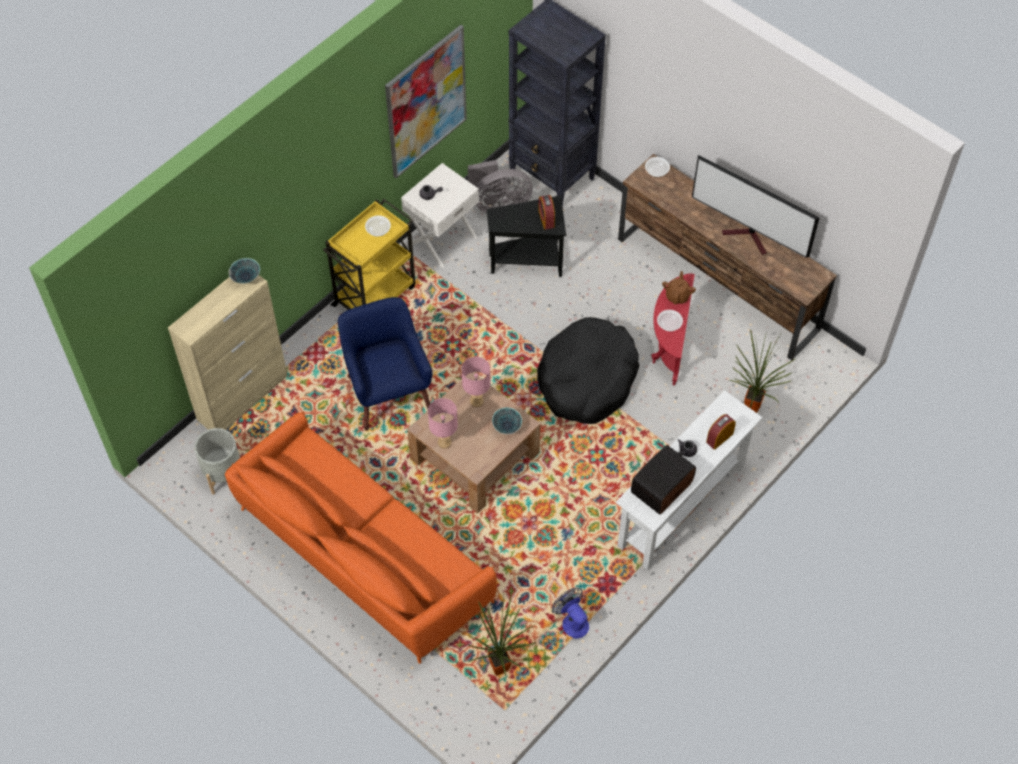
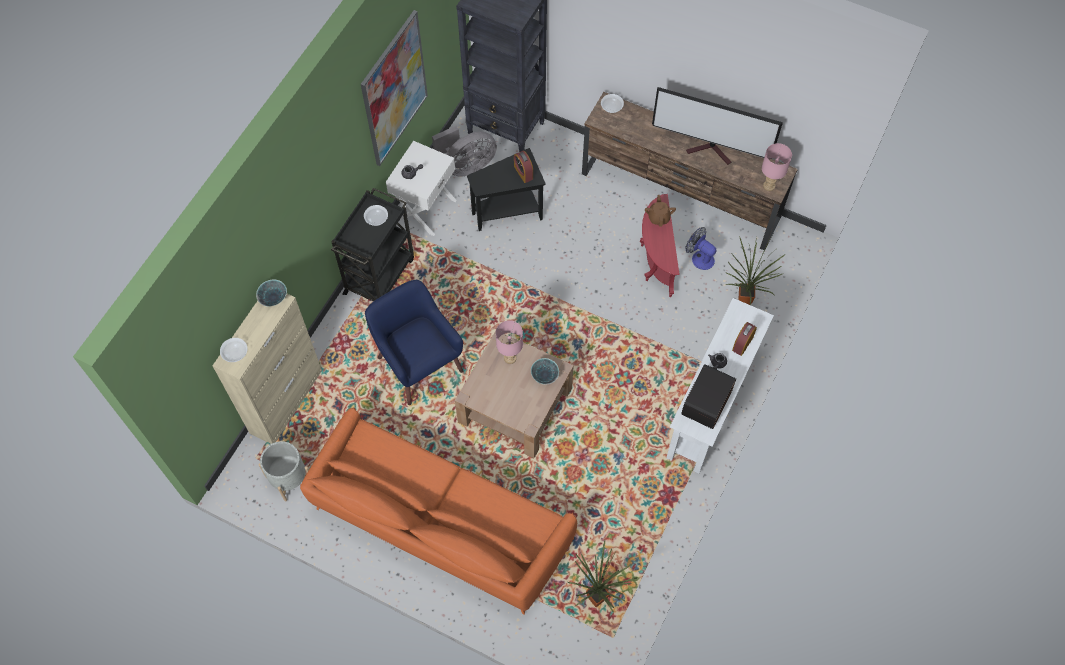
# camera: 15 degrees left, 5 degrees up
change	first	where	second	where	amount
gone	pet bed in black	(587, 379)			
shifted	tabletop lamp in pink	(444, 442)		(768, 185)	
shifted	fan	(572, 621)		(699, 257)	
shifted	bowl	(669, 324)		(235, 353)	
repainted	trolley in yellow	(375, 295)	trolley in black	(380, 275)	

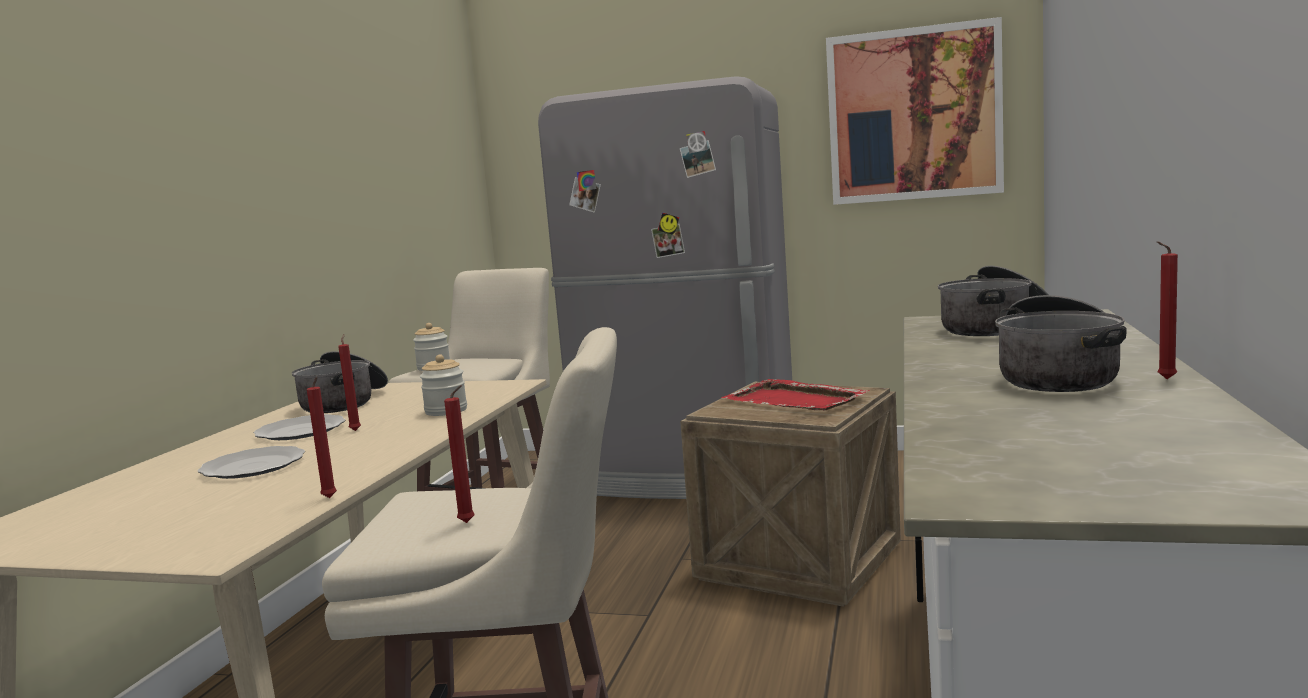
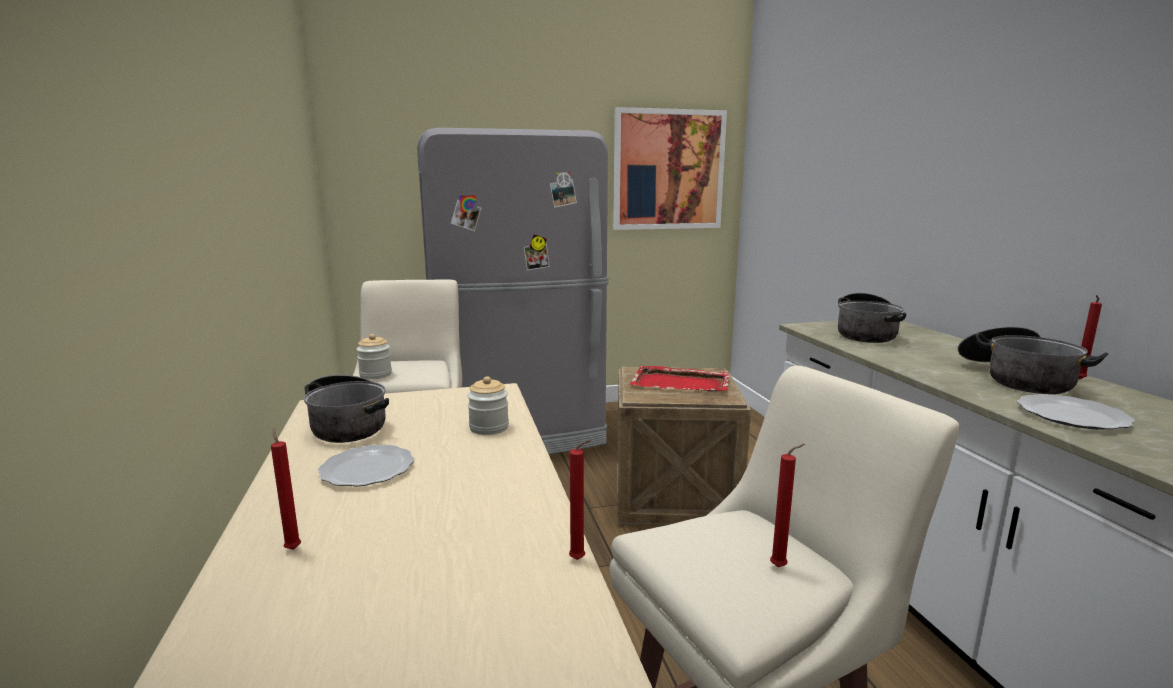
# camera: 30 degrees left, 5 degrees up
change	first	where	second	where	amount
shifted	dinner plate	(255, 466)		(1071, 415)	
shifted	candle in red-coloured	(356, 430)		(293, 548)	

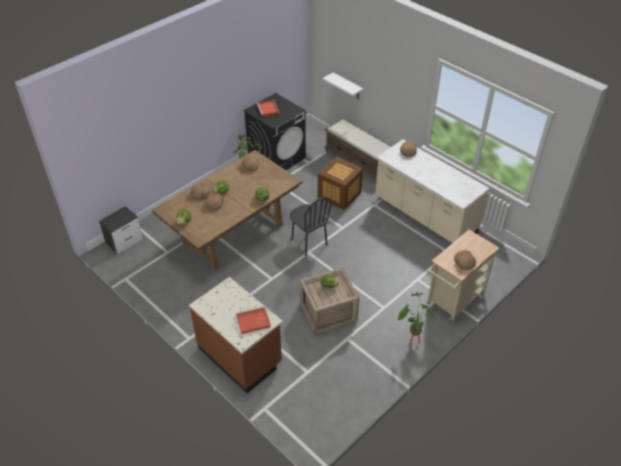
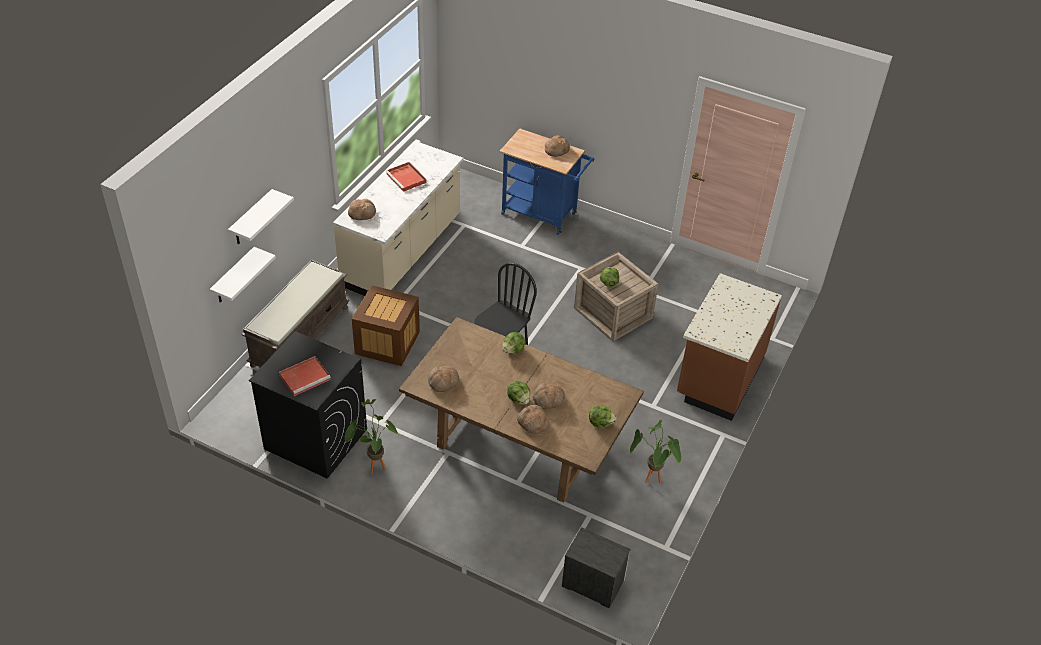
# camera: 110 degrees left, 0 degrees up
change	first	where	second	where	amount
new			bracket shelf in whitish	(251, 218)	
shifted	tray in red-coloured	(252, 321)		(407, 178)	
shifted	plant in a pot	(411, 339)		(651, 482)	
repainted	trolley in sand-coloured	(453, 301)	trolley in blue-coloured	(543, 215)	

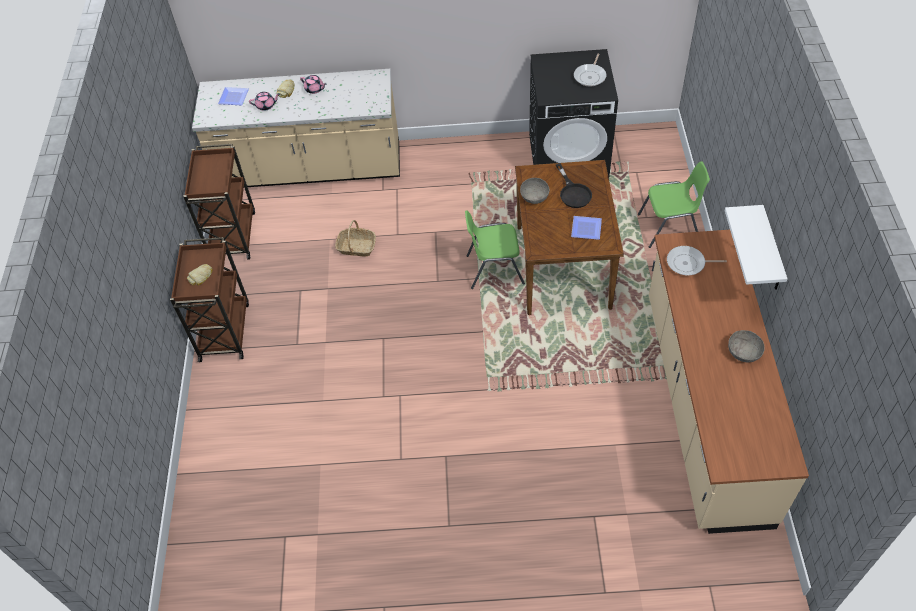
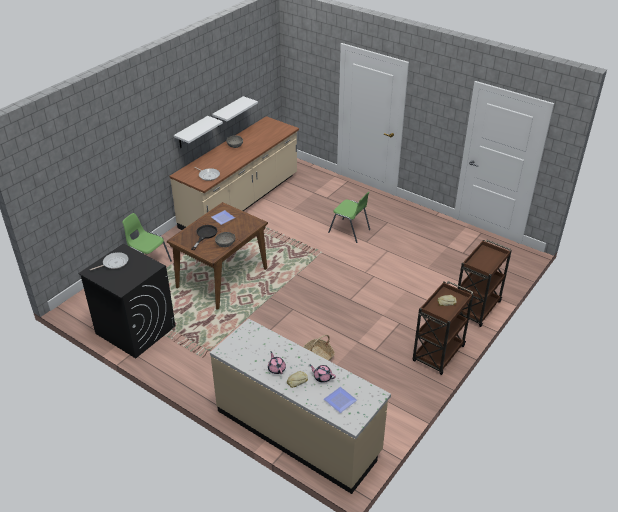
# camera: 145 degrees left, 15 degrees down
change	first	where	second	where	amount
new			bracket shelf in whitish	(228, 112)	
shifted	trolley in brownish	(232, 235)		(476, 309)	
shifted	upright chair in green-coloured	(494, 269)		(350, 231)	

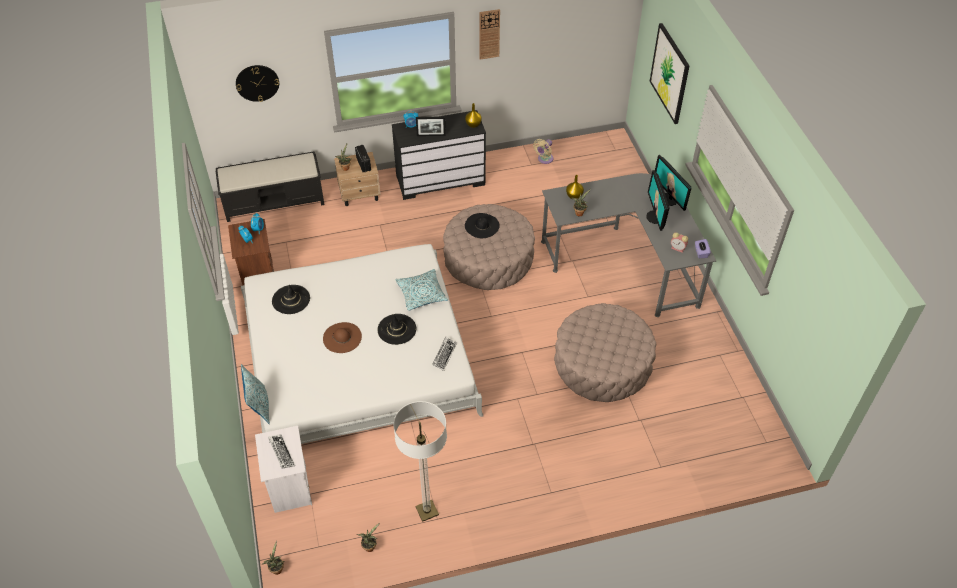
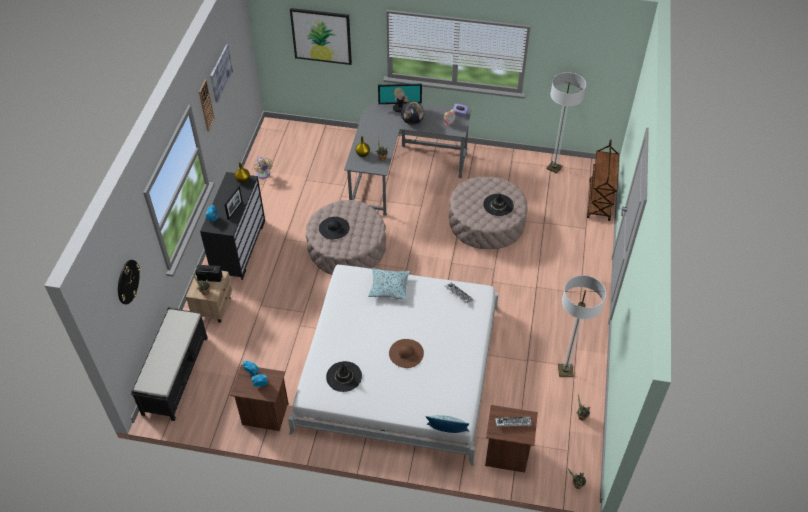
# camera: 65 degrees left, 0 degrees up
change	first	where	second	where	amount
new			picture	(220, 73)	
new			standard lamp	(554, 168)	
new			trolley in brownish	(599, 201)	
shifted	hat in black	(397, 329)		(498, 205)	
swapped	computer display	(655, 217)	world globe	(412, 121)	
repainted	bedside table in whitish	(289, 488)	bedside table in brownish	(506, 455)	

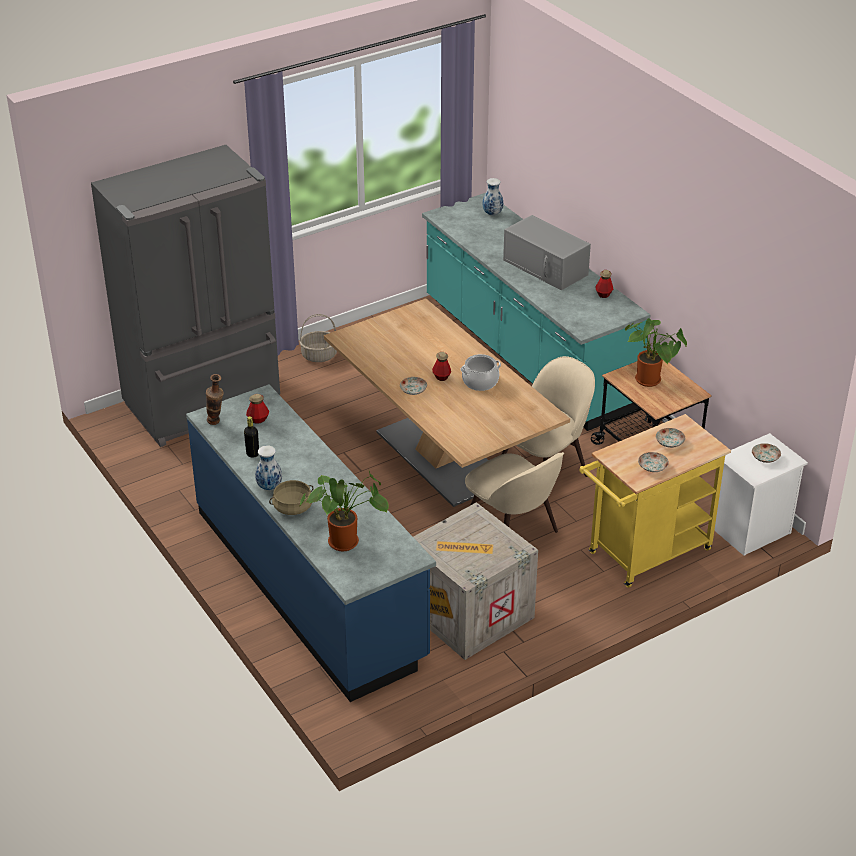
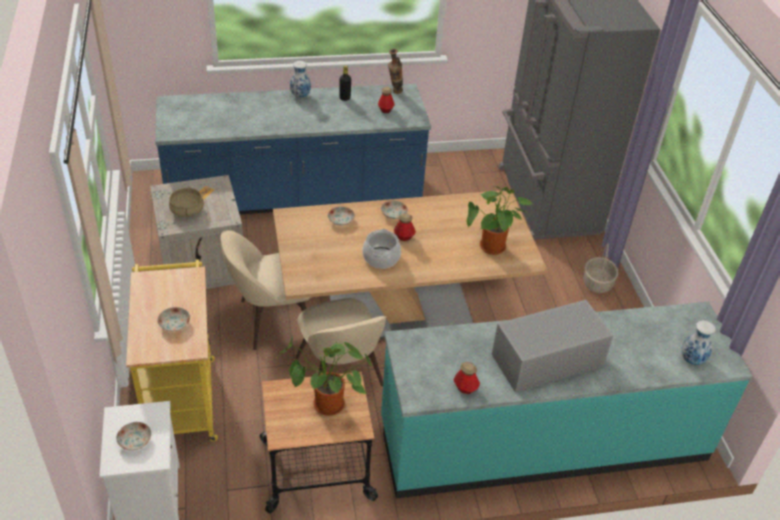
# camera: 110 degrees right, 5 degrees up
change	first	where	second	where	amount
shifted	saucepot in sand-coloured	(293, 507)		(187, 211)	
shifted	plant in a pot	(347, 541)		(492, 249)	
shifted	dinner plate	(652, 467)		(341, 220)	

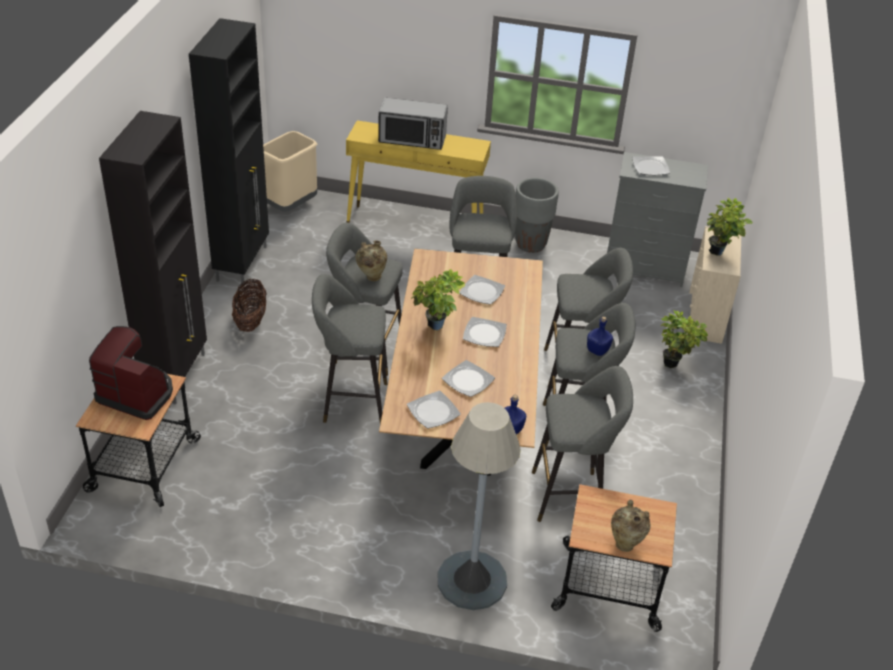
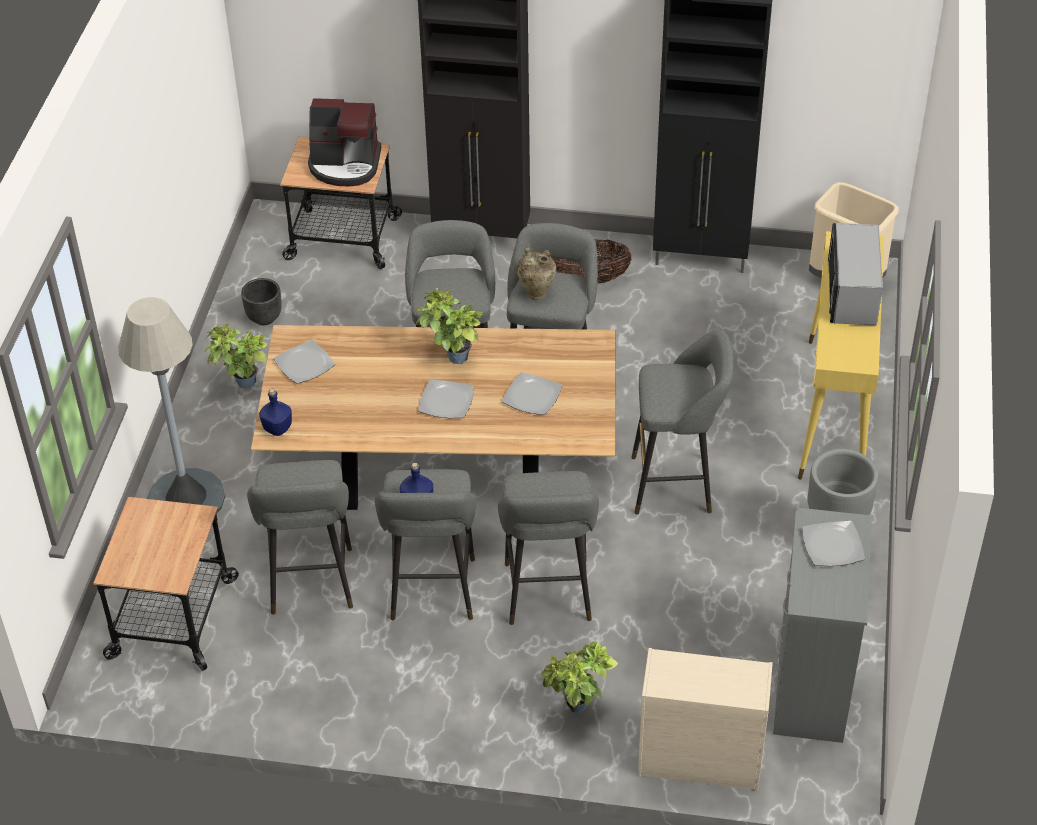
# camera: 90 degrees right, 5 degrees up
change	first	where	second	where	amount
gone	dinner plate	(468, 380)			
gone	vase in sand-coloured	(625, 543)			
new			plant pot in black	(264, 318)	
shifted	plant in a pot	(718, 254)		(241, 385)	
rotated	coffee maker	(137, 394)		(345, 165)	75 degrees clockwise

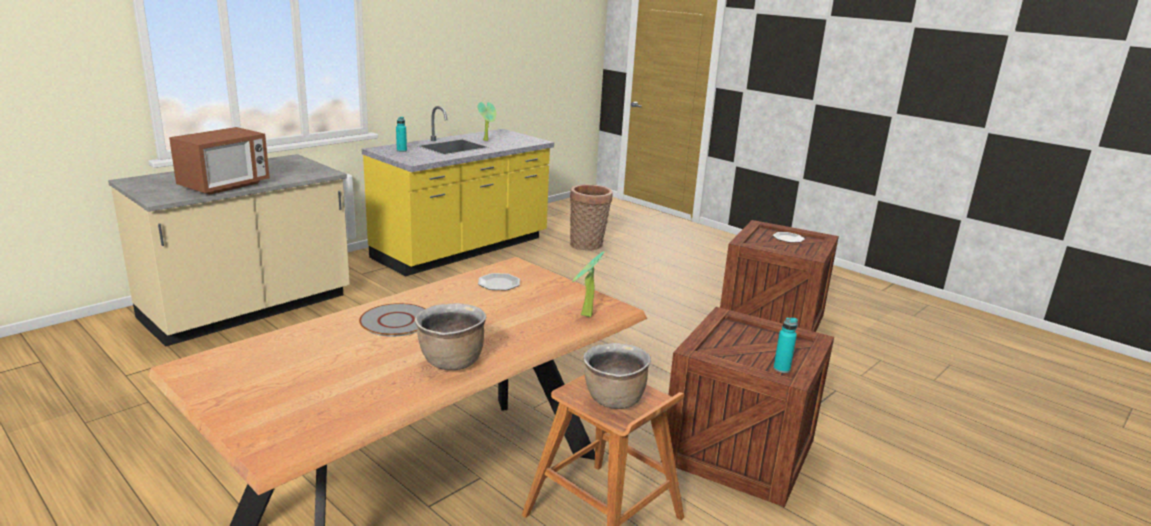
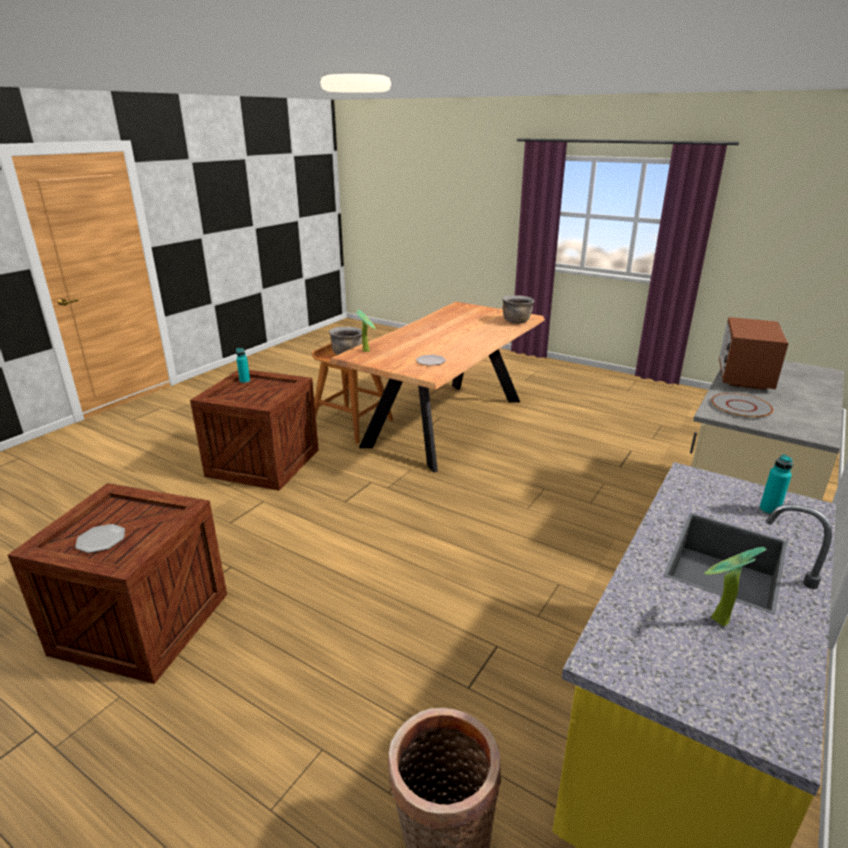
# camera: 170 degrees right, 5 degrees up
change	first	where	second	where	amount
shifted	dinner plate in gray	(396, 321)		(741, 407)	
shifted	saucepot in brownish	(451, 362)		(516, 321)	

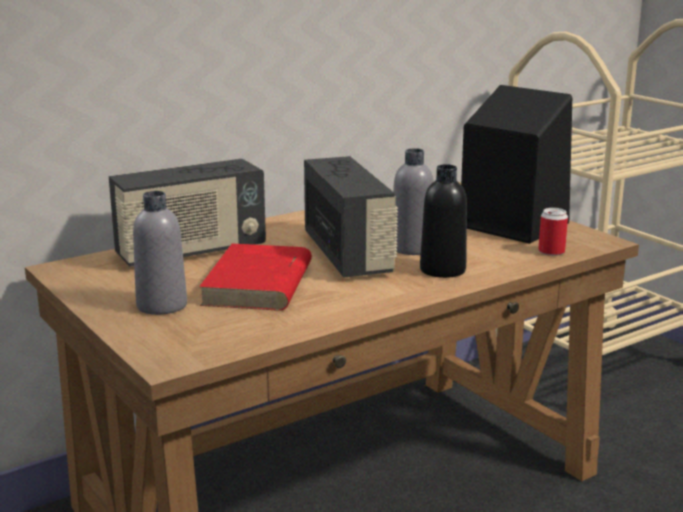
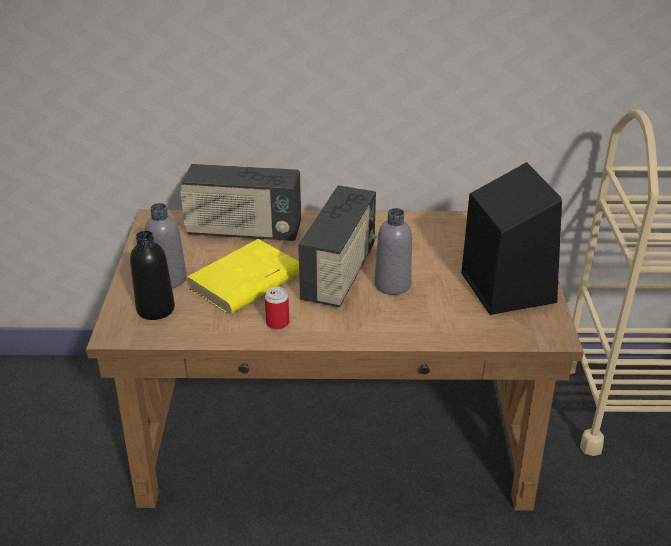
# camera: 35 degrees right, 15 degrees up
change	first	where	second	where	amount
shifted	drink bottle in black	(442, 270)		(155, 309)	
shifted	metal can	(551, 252)		(277, 323)	
repainted	volume in red-coloured	(258, 284)	volume in yellow	(245, 282)	

